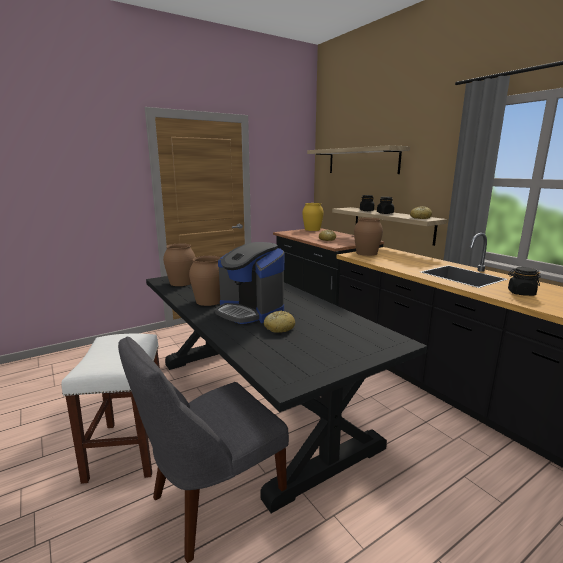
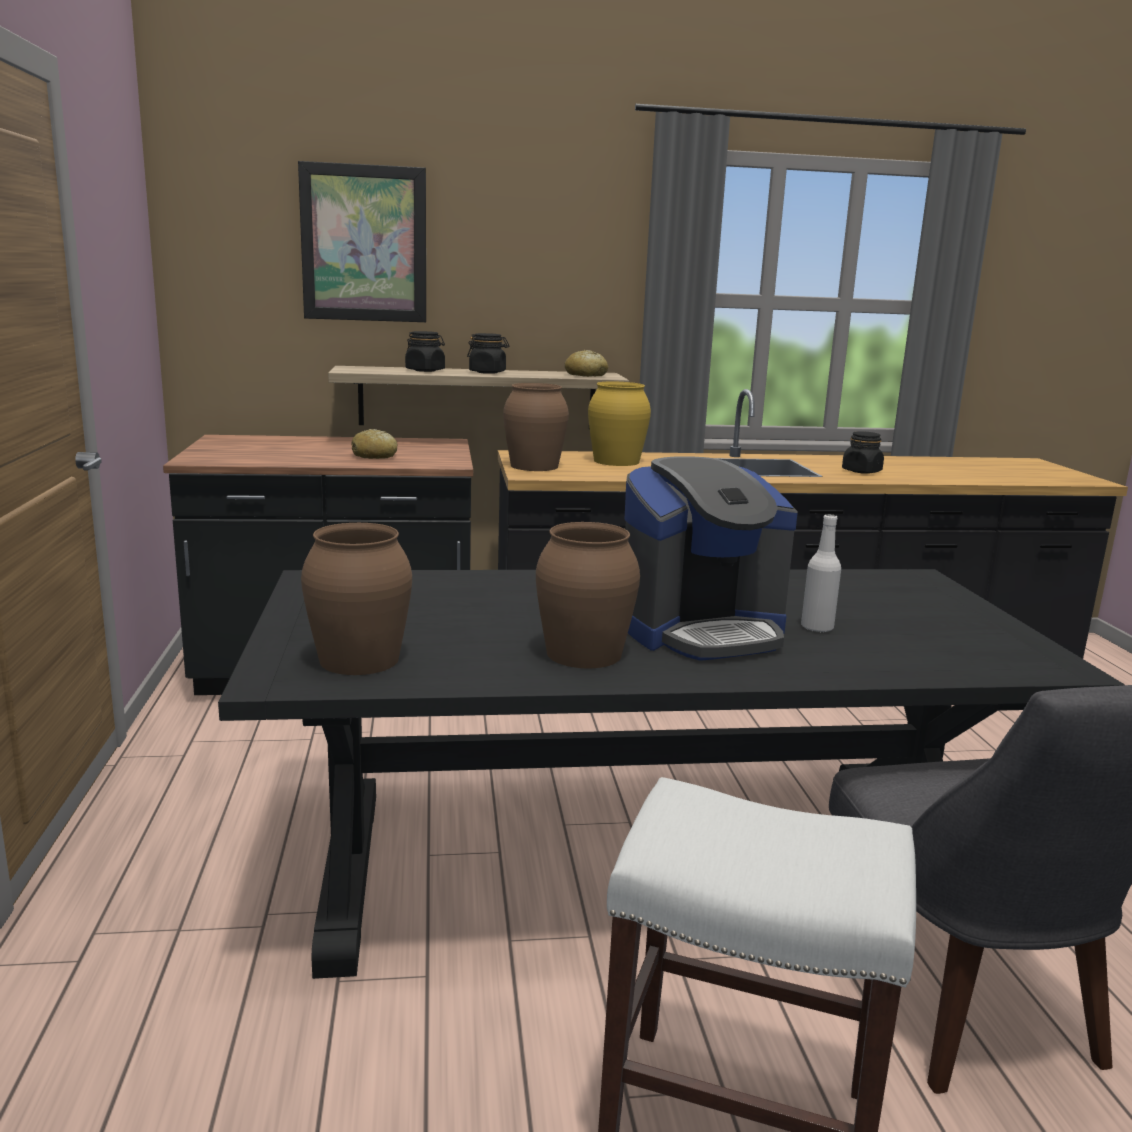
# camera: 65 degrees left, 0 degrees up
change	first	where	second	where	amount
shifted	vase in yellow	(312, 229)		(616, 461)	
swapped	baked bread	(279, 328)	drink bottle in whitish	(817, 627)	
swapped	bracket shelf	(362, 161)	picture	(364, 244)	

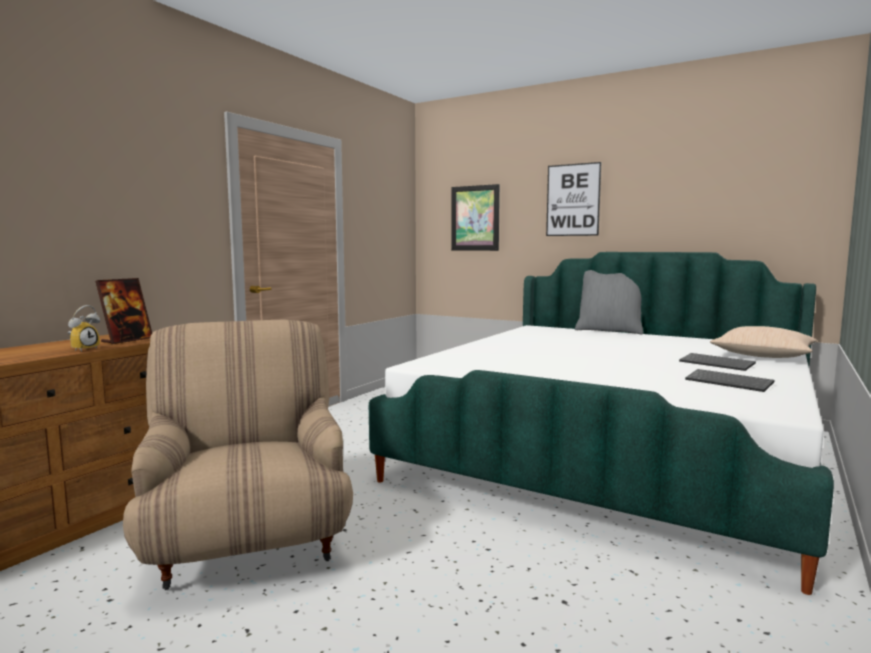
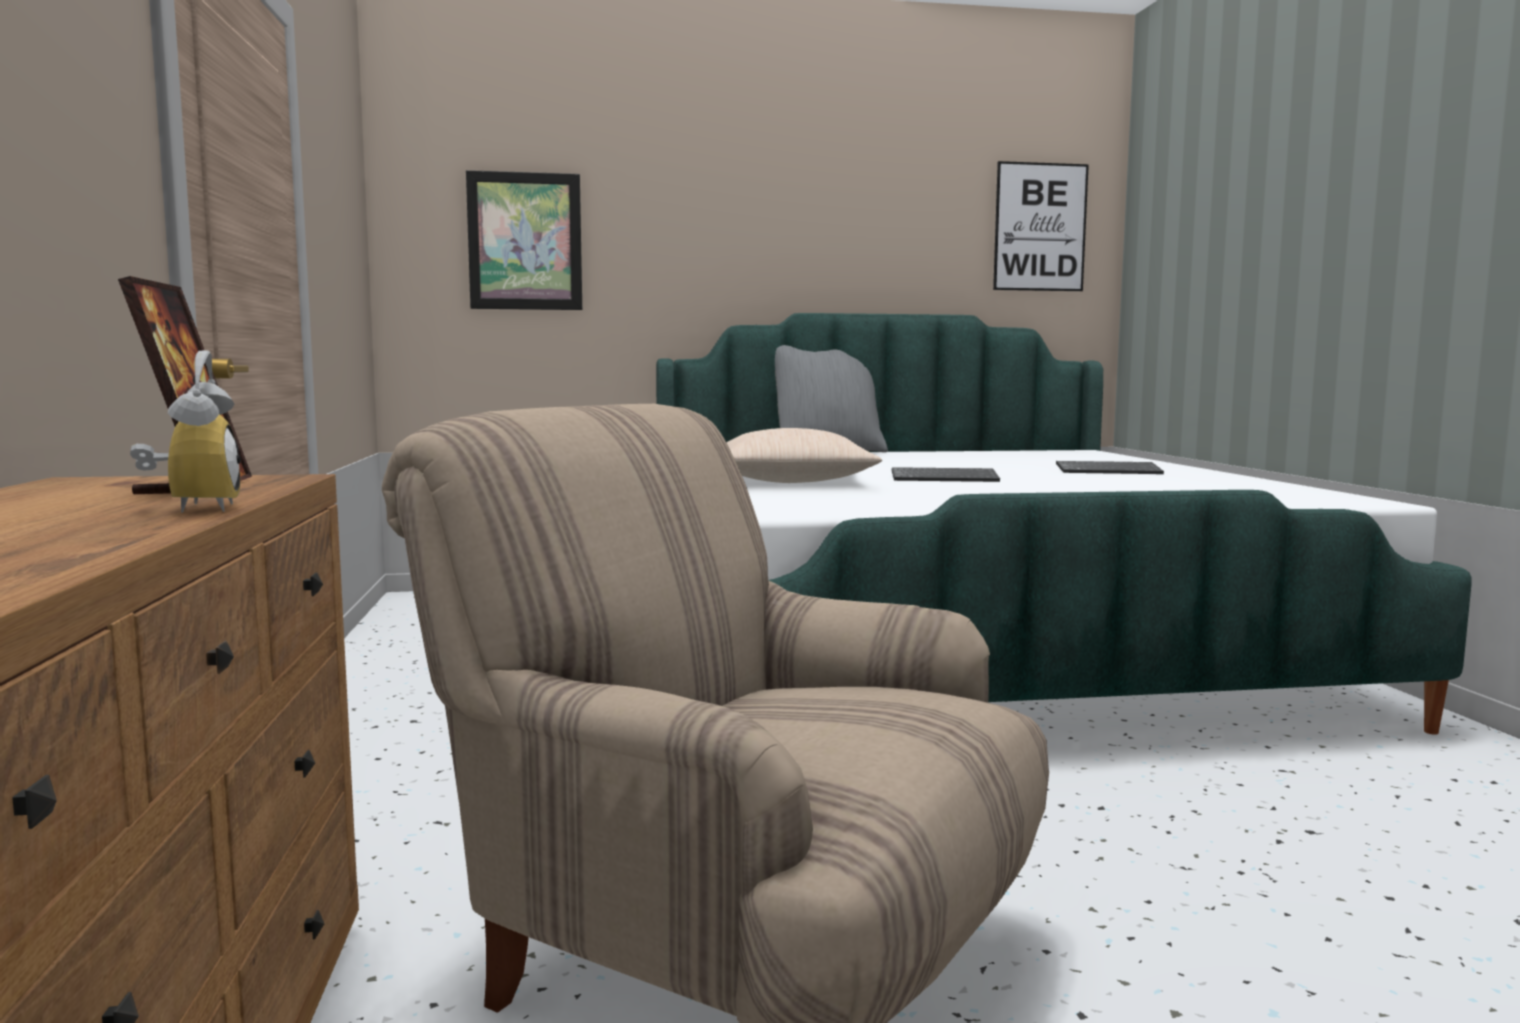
# camera: 40 degrees left, 0 degrees up
change	first	where	second	where	amount
shifted	picture	(573, 200)		(1040, 227)	
shifted	computer keyboard	(730, 382)		(945, 478)	
shifted	throw pillow in sand-coloured	(763, 355)		(792, 481)	

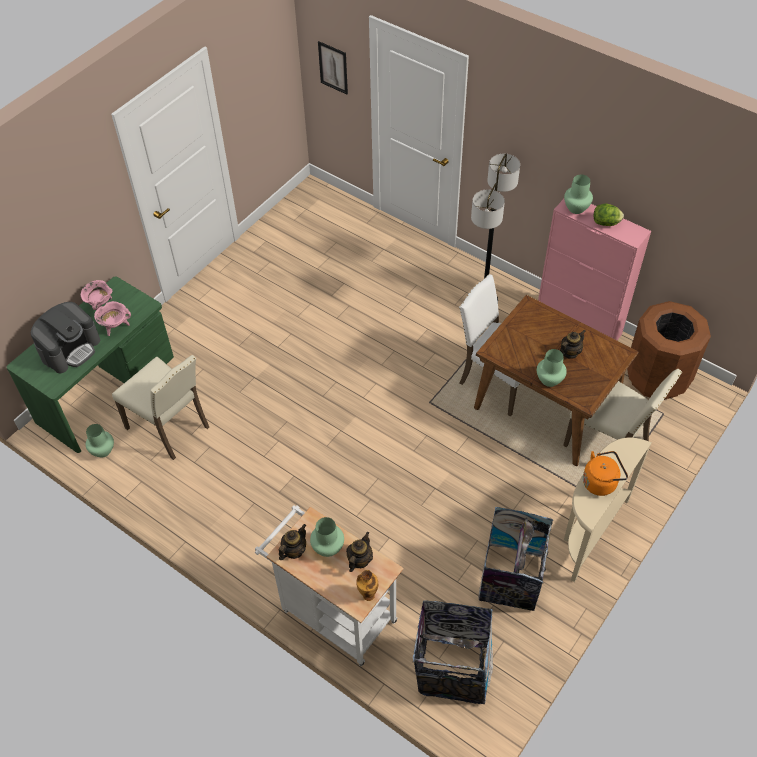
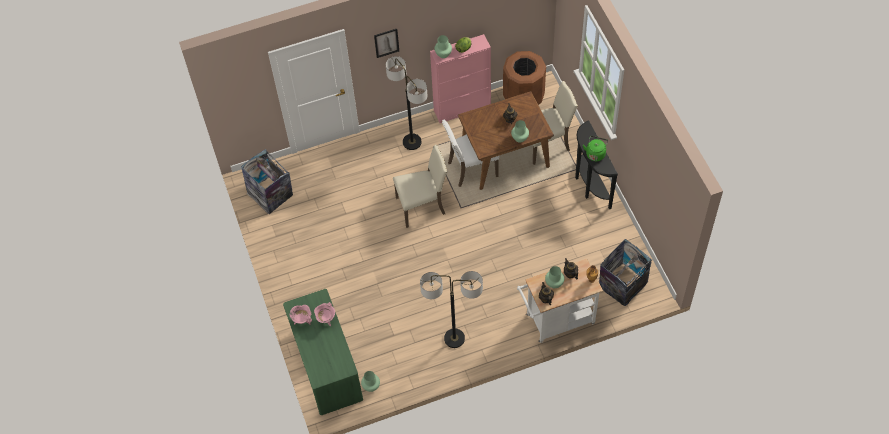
# camera: 55 degrees left, 5 degrees up
change	first	where	second	where	amount
gone	coffee maker	(70, 349)			
new			standard lamp	(454, 338)	
shifted	upright chair in sand-coloured	(170, 427)		(422, 206)	
shifted	picture	(333, 67)		(386, 43)	
shifted	trash can	(510, 581)		(271, 196)	
repainted	hall table in sand-coloured	(589, 532)	hall table in black	(589, 185)	
repainted	water kettle in orange-coloured	(601, 482)	water kettle in green-coloured	(595, 153)	

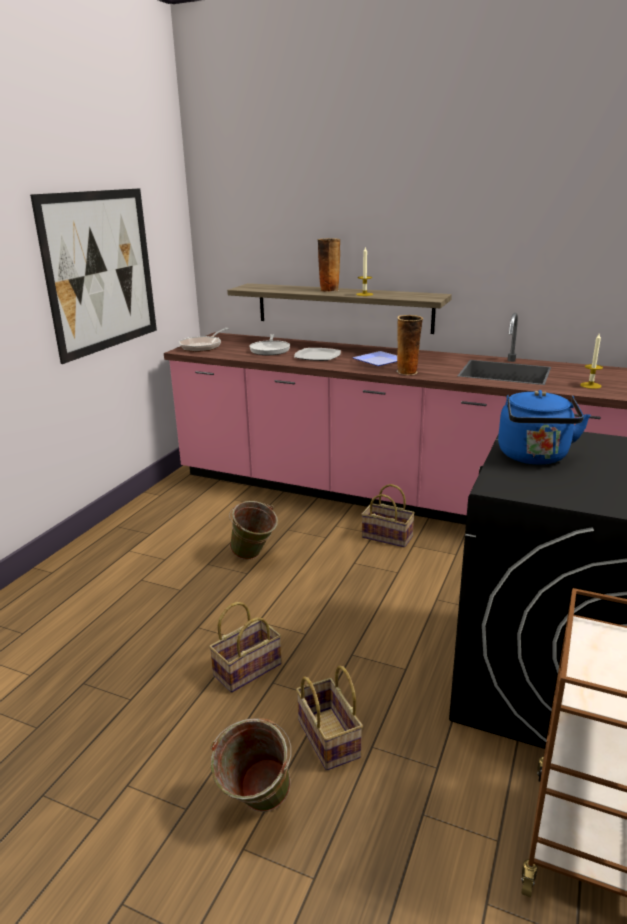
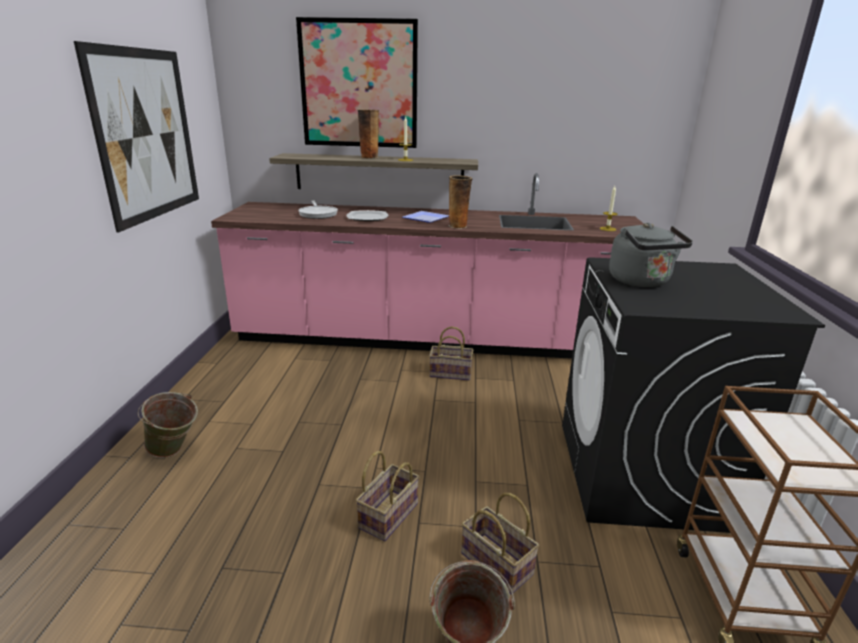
# camera: 20 degrees left, 0 degrees up
change	first	where	second	where	amount
gone	pan	(203, 346)			
new			picture	(359, 84)	
shifted	pail in green-coloured	(254, 557)		(175, 452)	
repainted	water kettle in blue-coloured	(534, 457)	water kettle in gray	(641, 282)	

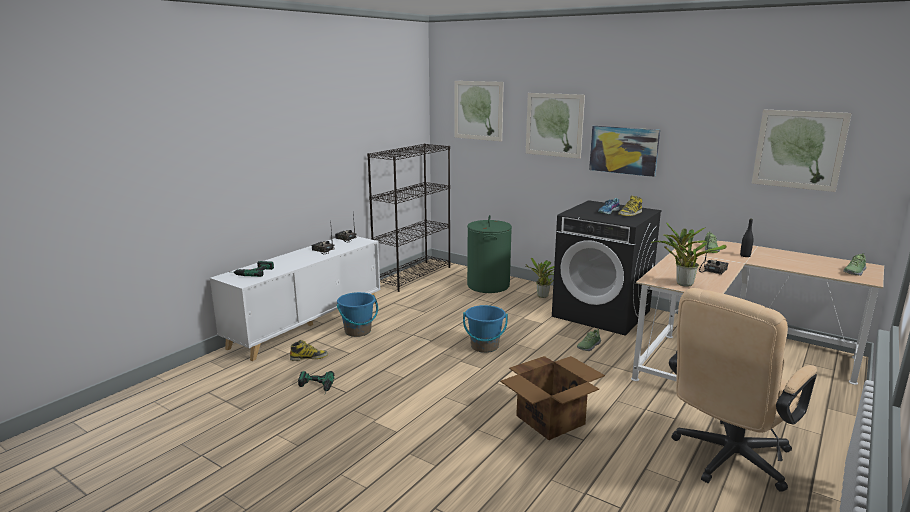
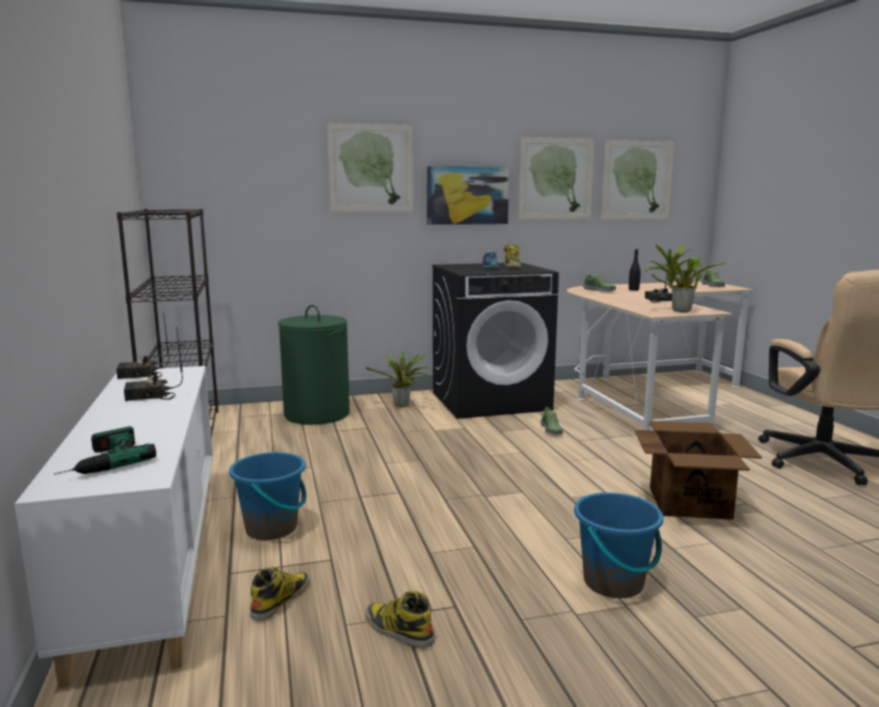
# camera: 50 degrees left, 5 degrees down
change	first	where	second	where	amount
shifted	picture	(478, 110)		(556, 179)	
shifted	pail in blue-coloured	(484, 346)		(614, 583)	
swapped	electric drill	(315, 387)	tall boot	(398, 629)	

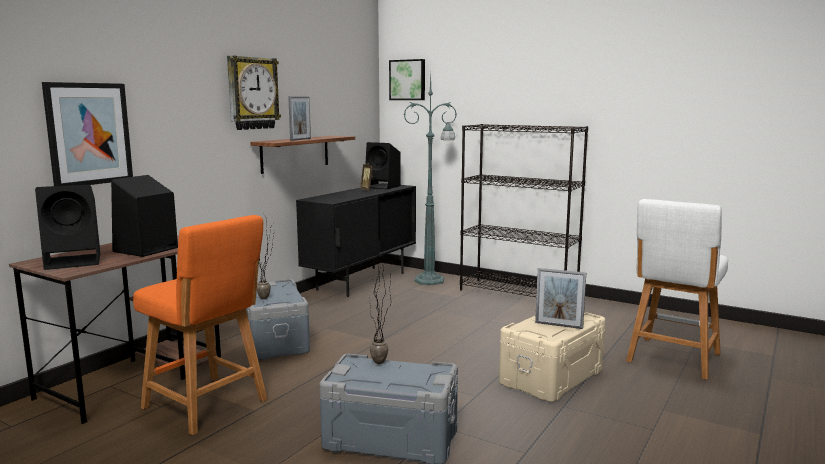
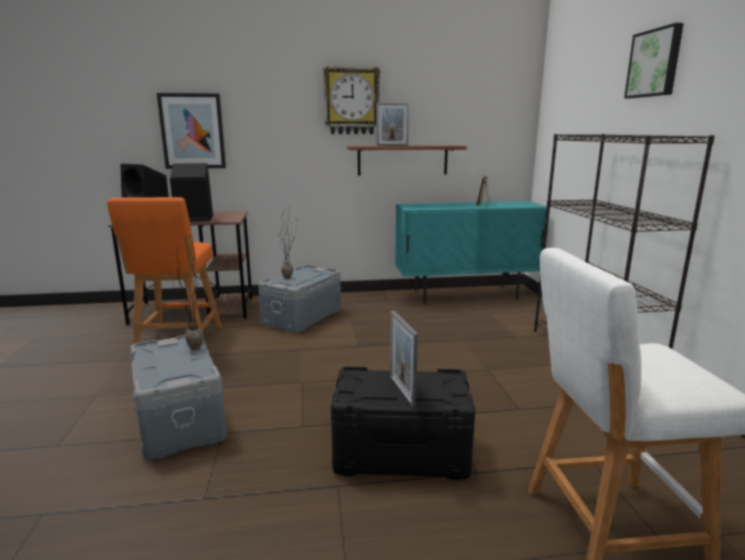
# camera: 50 degrees right, 5 degrees up
change	first	where	second	where	amount
gone	audio speaker in black	(383, 186)			
gone	standard lamp in green-coloured	(431, 280)			
shifted	picture	(408, 80)		(655, 63)	
repainted	storage cabinet in black	(362, 281)	storage cabinet in turquoise-coloured	(465, 295)	
repainted	storage box in sand-coloured	(552, 378)	storage box in black	(401, 453)	

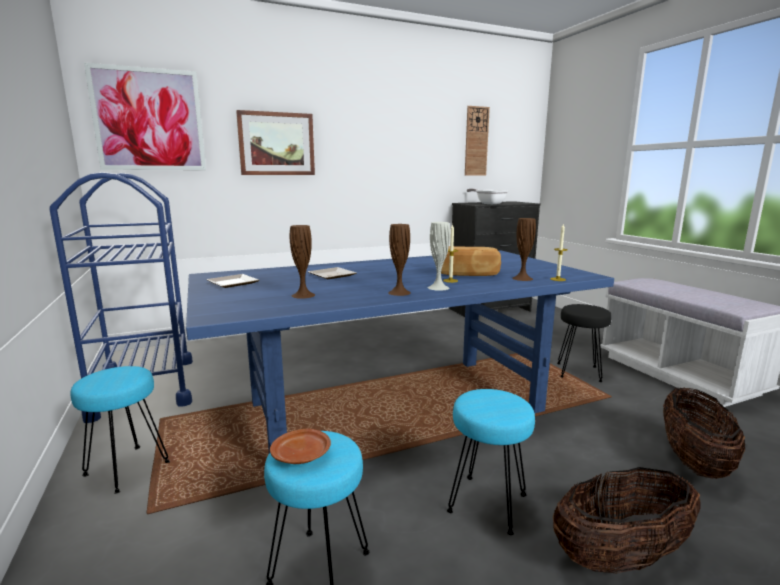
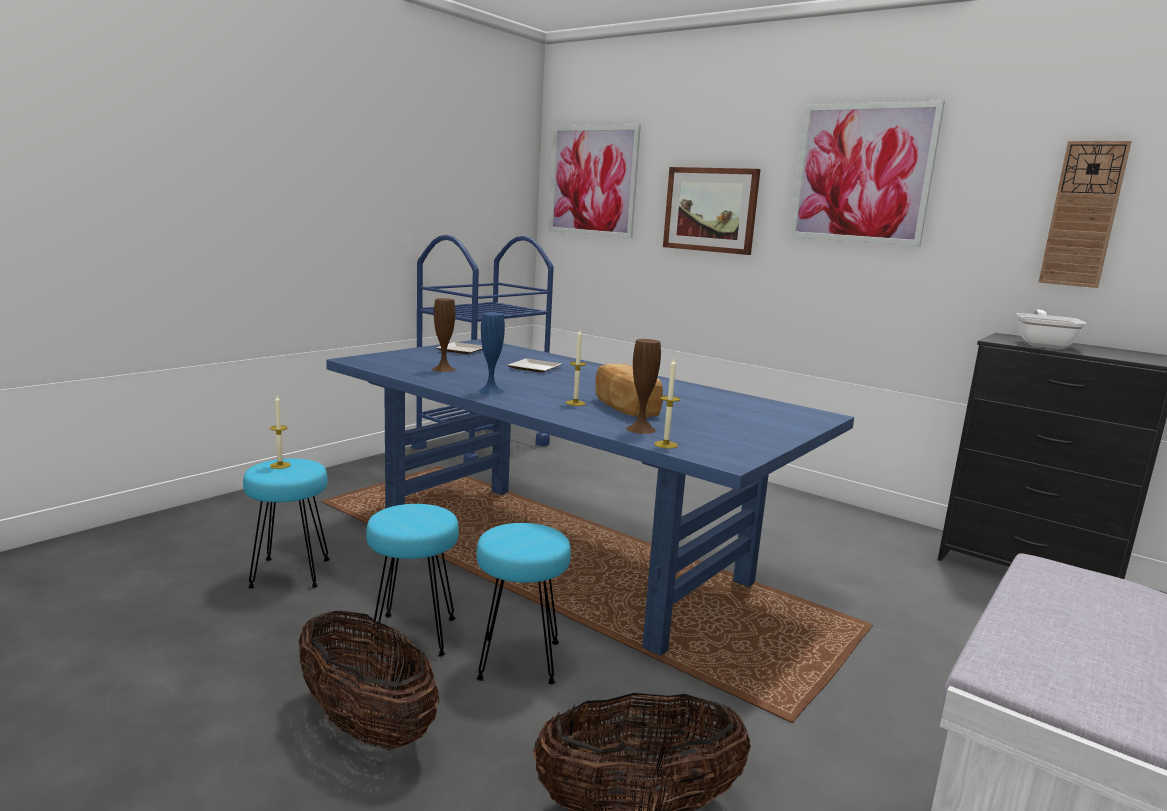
# camera: 60 degrees right, 0 degrees up
change	first	where	second	where	amount
gone	vase in whitish	(438, 287)			
gone	stool seat in black	(579, 372)			
new			picture	(862, 173)	
shifted	stool seat in turquoise-coloured	(127, 468)		(519, 659)	
swapped	dinner plate in brownish	(302, 455)	candle	(280, 465)	
repainted	vase in brownish	(399, 292)	vase in blue-coloured	(490, 391)	

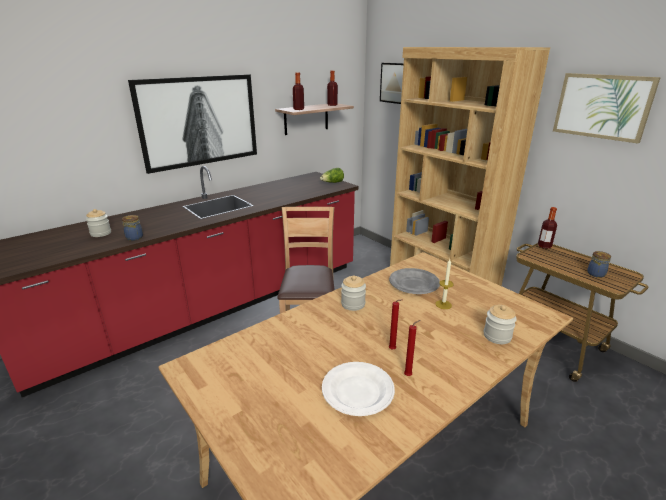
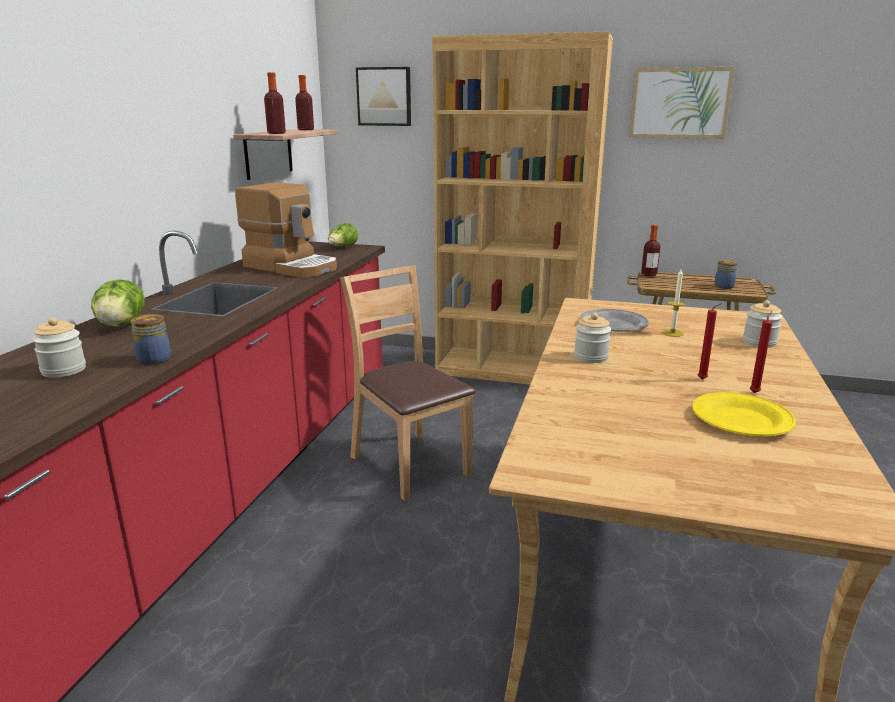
# camera: 35 degrees left, 5 degrees down
change	first	where	second	where	amount
gone	picture	(199, 121)			
new			head of lettuce	(121, 325)	
new			coffee maker	(292, 267)	
repainted	dinner plate in whitish	(357, 391)	dinner plate in yellow	(740, 420)	

